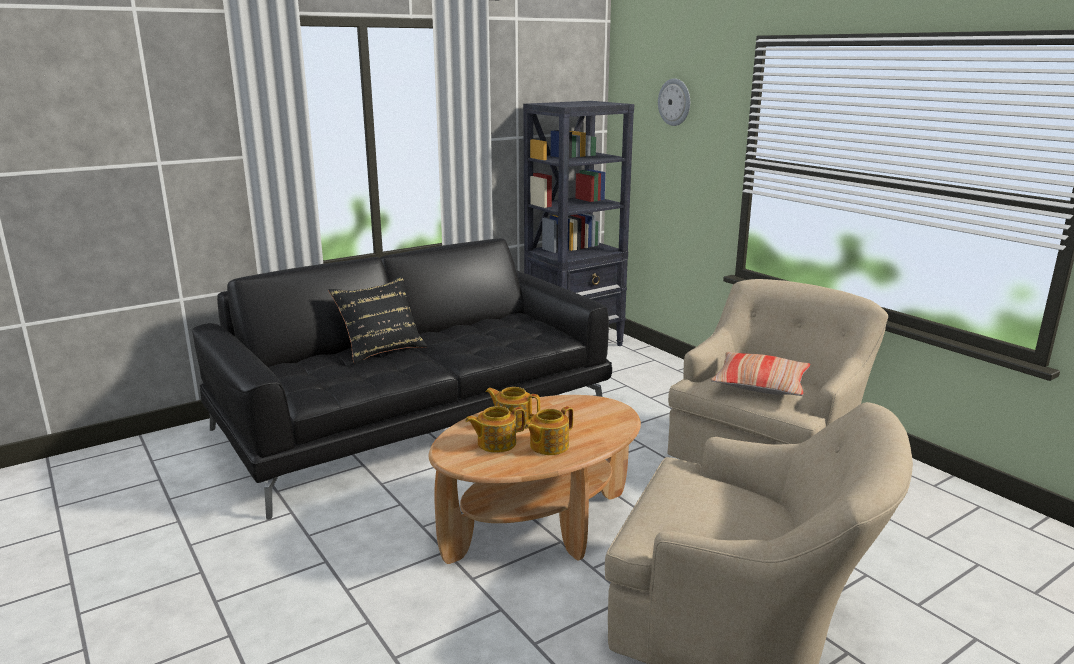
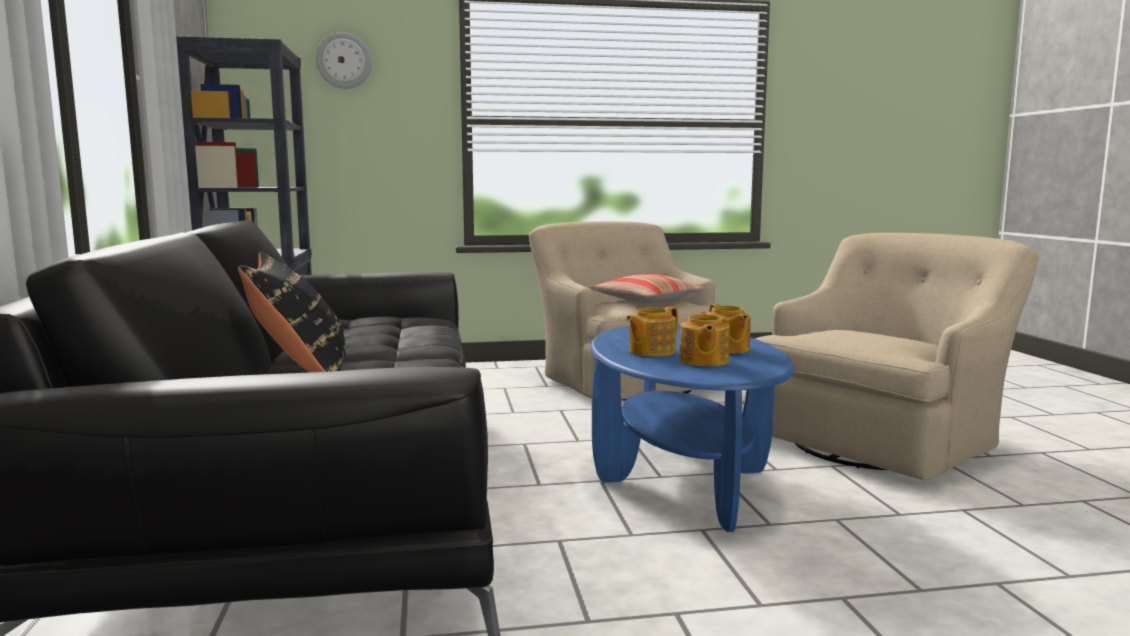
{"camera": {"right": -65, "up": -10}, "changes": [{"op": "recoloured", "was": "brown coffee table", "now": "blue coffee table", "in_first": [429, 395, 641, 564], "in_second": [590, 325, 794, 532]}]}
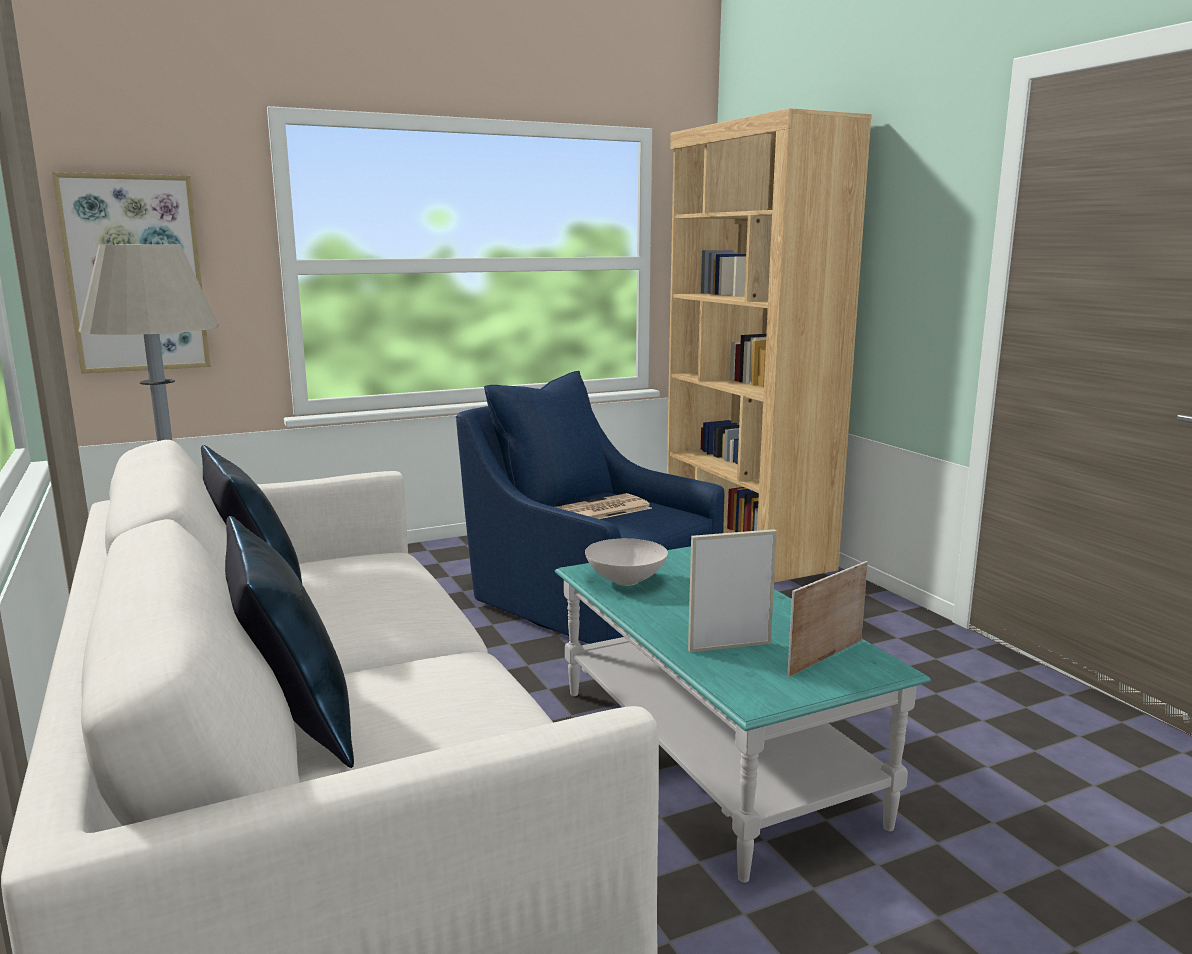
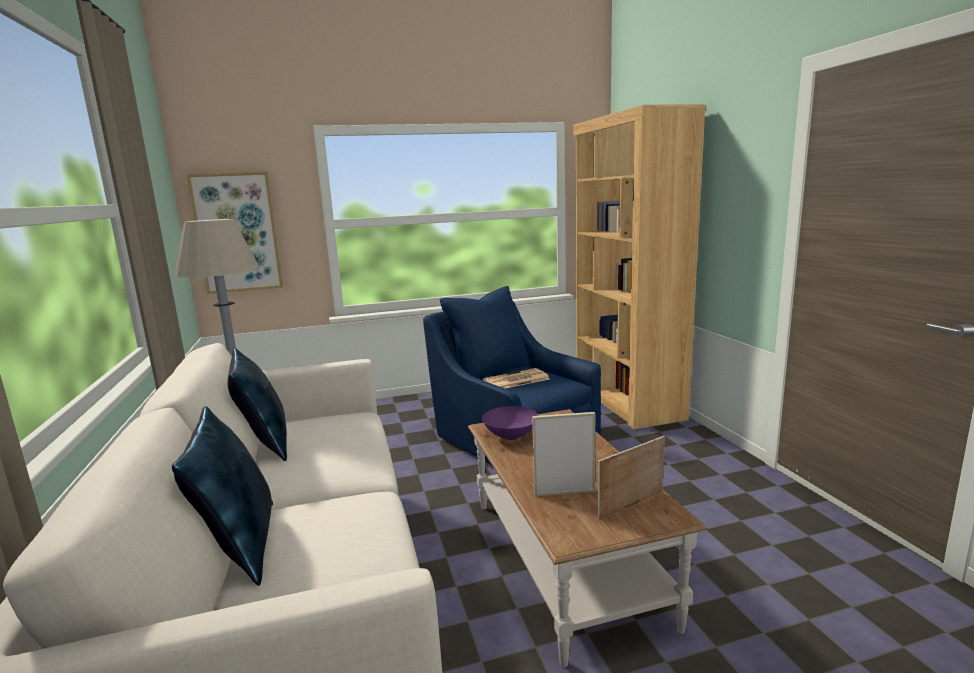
{"camera": {"right": 10, "up": 0}, "changes": [{"op": "recoloured", "was": "turquoise coffee table", "now": "brown coffee table", "in_first": [555, 546, 931, 883], "in_second": [468, 409, 708, 667]}, {"op": "recoloured", "was": "white bowl", "now": "purple bowl", "in_first": [585, 538, 668, 586], "in_second": [482, 406, 539, 440]}]}
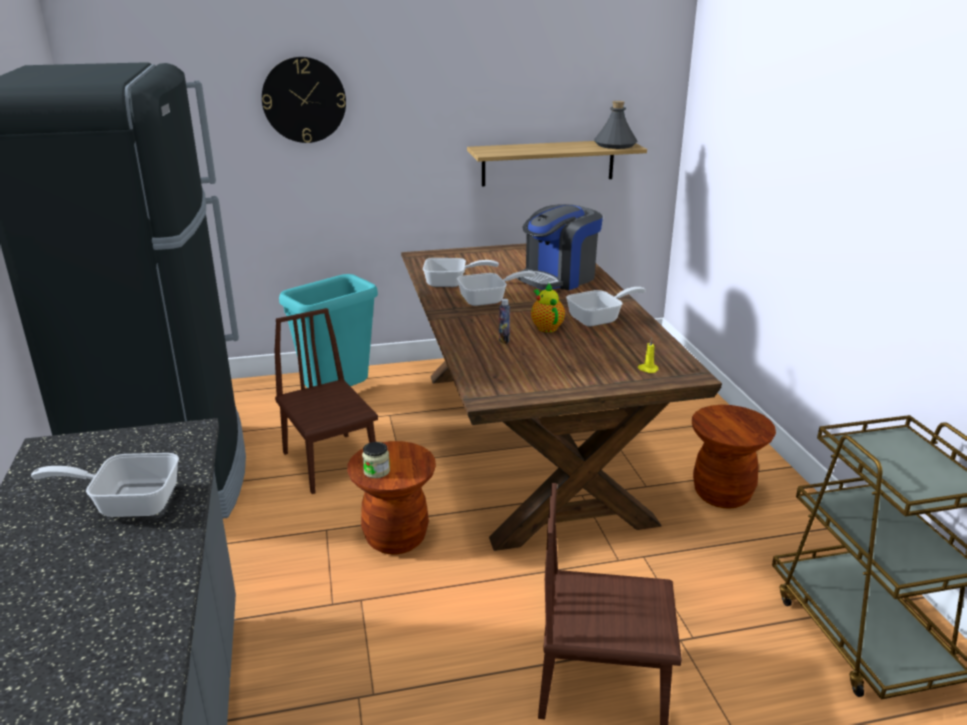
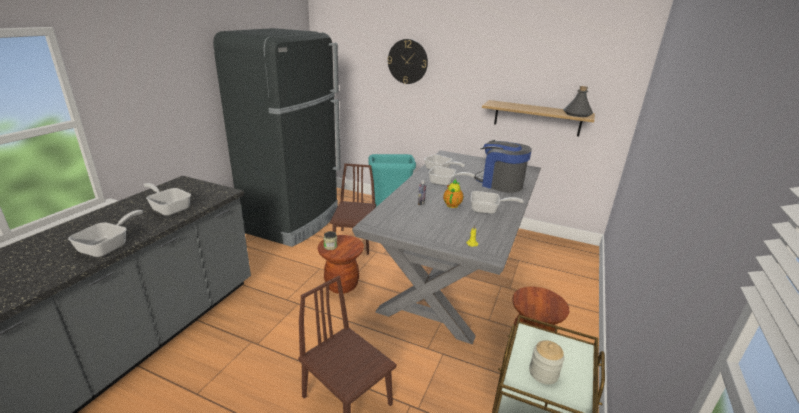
{"camera": {"right": 35, "up": 0}, "changes": [{"op": "added", "now": "frying pan", "in_second": [68, 210, 143, 257]}, {"op": "added", "now": "jar", "in_second": [529, 340, 565, 384]}, {"op": "recoloured", "was": "brown dining table", "now": "grey dining table", "in_first": [401, 243, 722, 551], "in_second": [352, 150, 541, 344]}, {"op": "turned", "was": "coffee machine", "in_first": [517, 204, 603, 290], "in_second": [474, 140, 532, 193], "clockwise": 45}]}
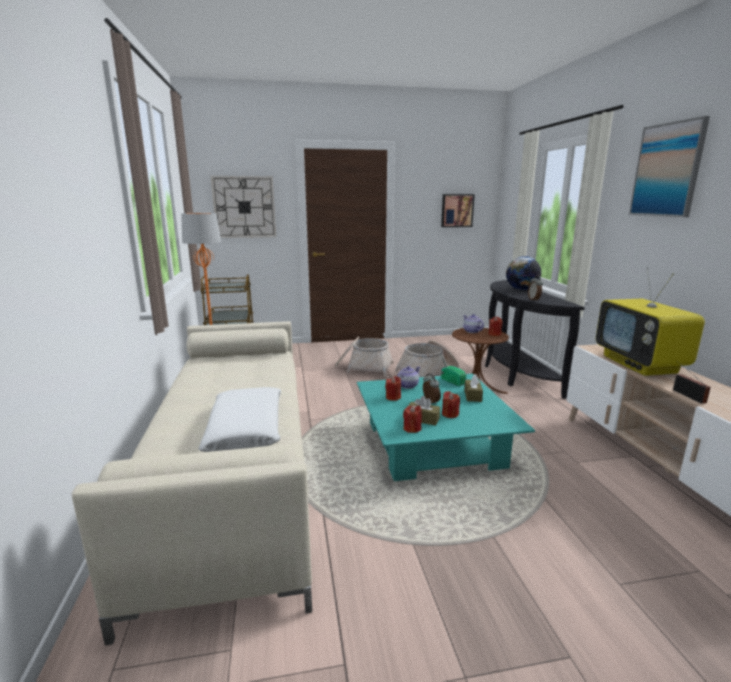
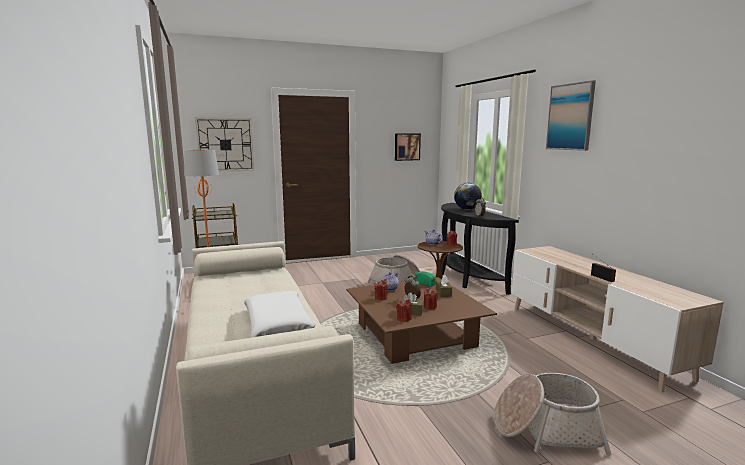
{"camera": {"right": -10, "up": -5}, "changes": [{"op": "removed", "was": "television", "in_first": [596, 267, 705, 376]}, {"op": "moved", "was": "basket", "in_first": [335, 337, 394, 376], "in_second": [494, 373, 612, 456]}, {"op": "recoloured", "was": "turquoise coffee table", "now": "brown coffee table", "in_first": [357, 374, 535, 481], "in_second": [346, 277, 497, 364]}]}
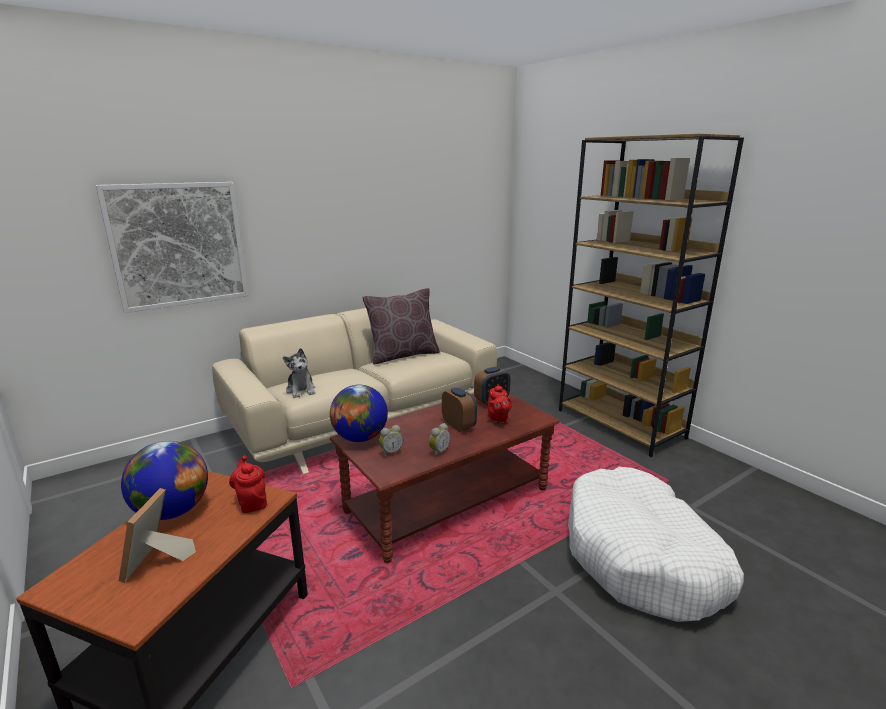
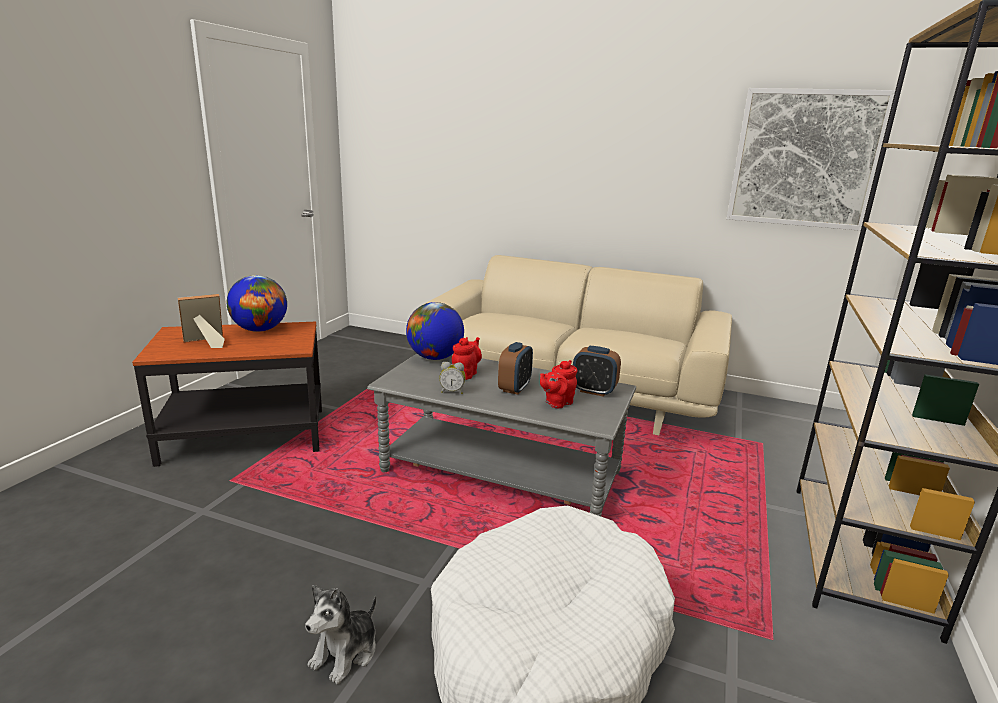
{"camera": {"right": 55, "up": 0}, "changes": [{"op": "removed", "was": "brown pillow", "in_first": [362, 288, 440, 365]}, {"op": "removed", "was": "alarm clock", "in_first": [379, 425, 403, 457]}, {"op": "moved", "was": "picture", "in_first": [96, 182, 248, 313], "in_second": [727, 88, 895, 231]}, {"op": "moved", "was": "red teapot", "in_first": [229, 456, 267, 513], "in_second": [452, 337, 482, 380]}, {"op": "moved", "was": "plush toy", "in_first": [283, 348, 316, 398], "in_second": [305, 585, 376, 684]}, {"op": "recoloured", "was": "brown coffee table", "now": "grey coffee table", "in_first": [330, 394, 560, 563], "in_second": [367, 353, 636, 517]}]}
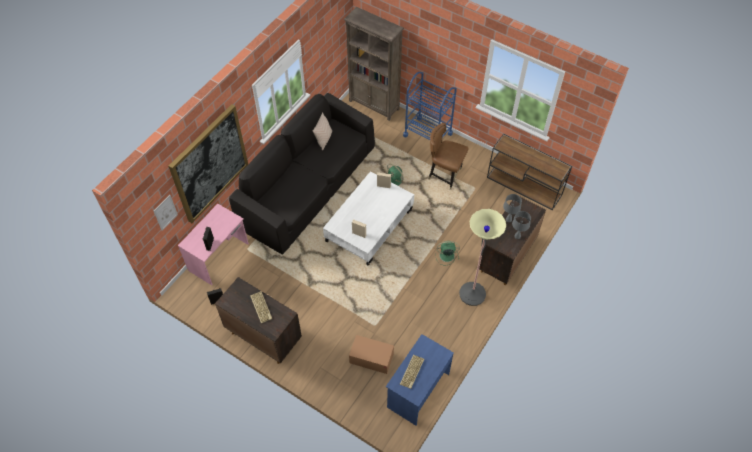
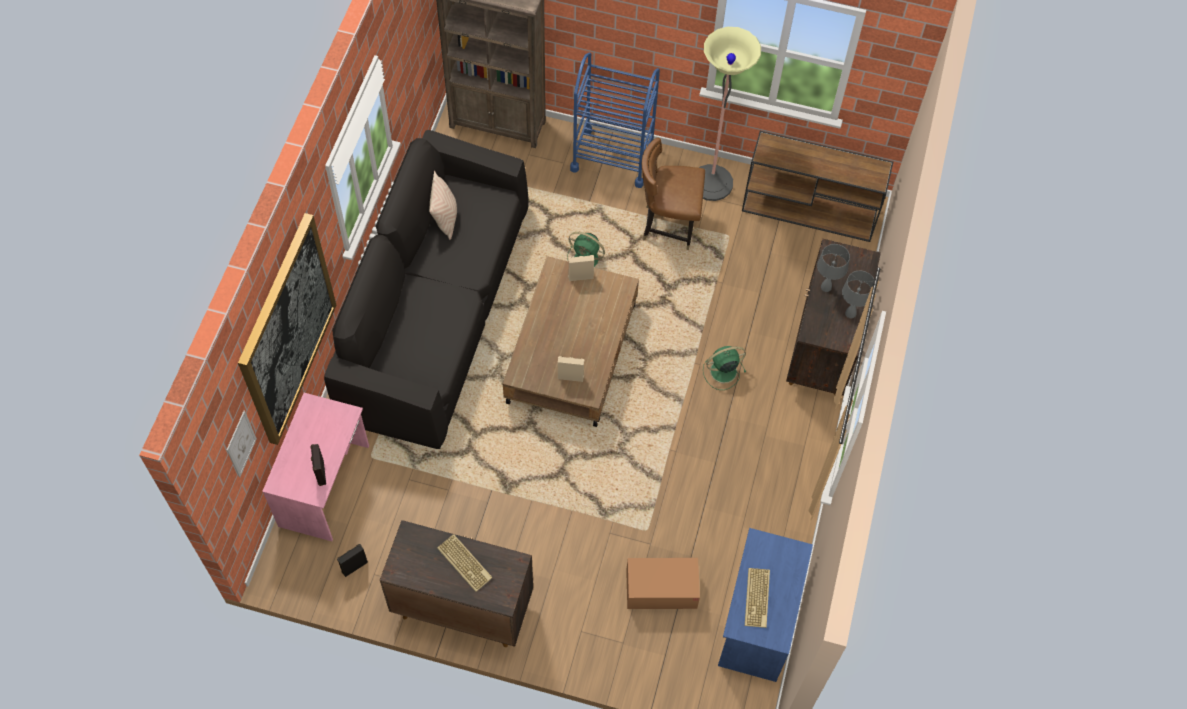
{"camera": {"right": -20, "up": 5}, "changes": [{"op": "moved", "was": "floor lamp", "in_first": [459, 209, 506, 306], "in_second": [699, 27, 761, 201]}, {"op": "recoloured", "was": "white coffee table", "now": "brown coffee table", "in_first": [323, 172, 414, 265], "in_second": [503, 256, 639, 427]}]}
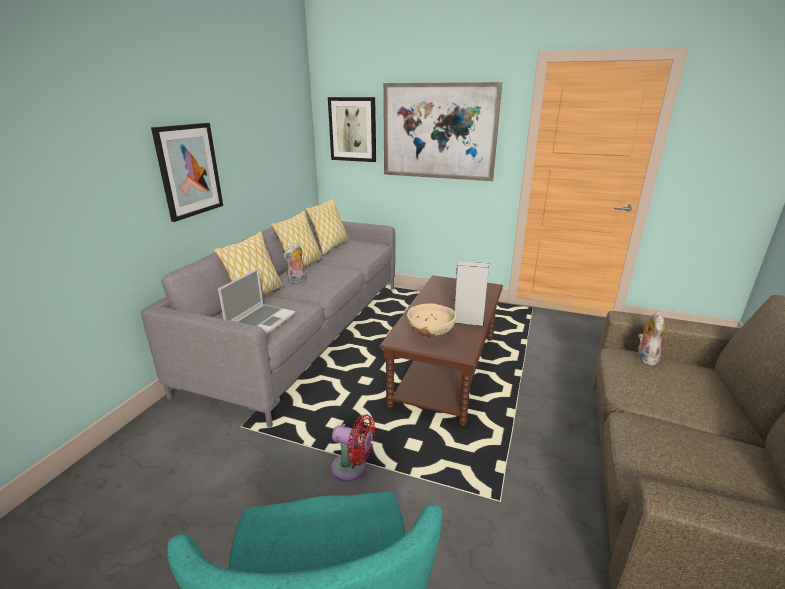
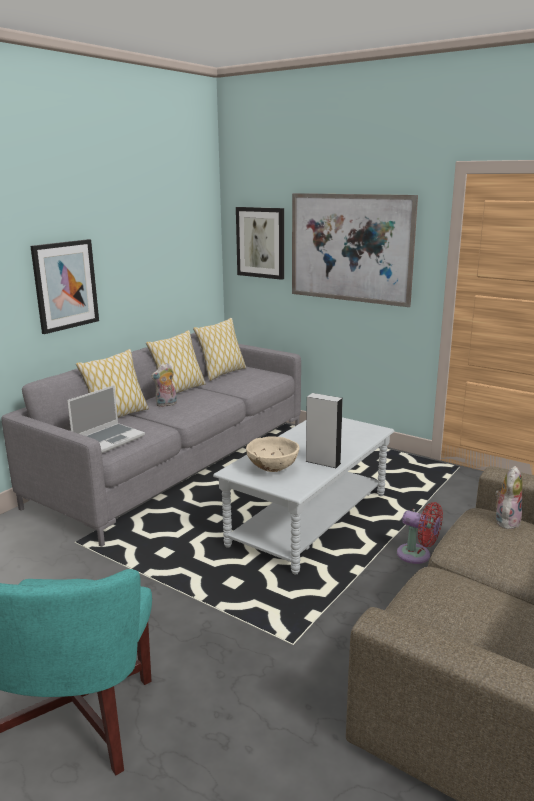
{"camera": {"right": 15, "up": -5}, "changes": [{"op": "moved", "was": "red fan", "in_first": [331, 415, 375, 482], "in_second": [397, 502, 443, 564]}, {"op": "recoloured", "was": "brown coffee table", "now": "grey coffee table", "in_first": [379, 275, 503, 426], "in_second": [213, 417, 394, 575]}]}
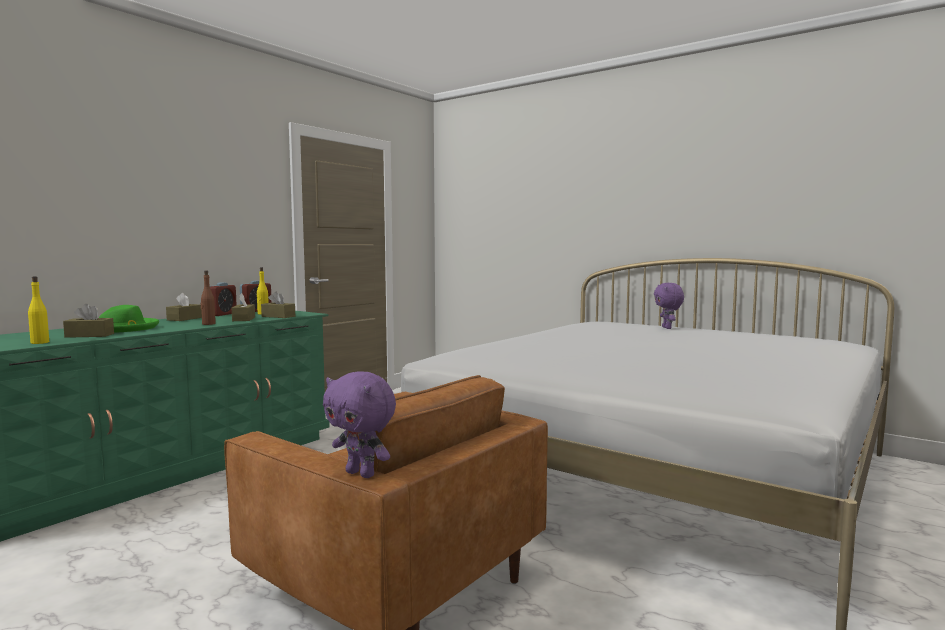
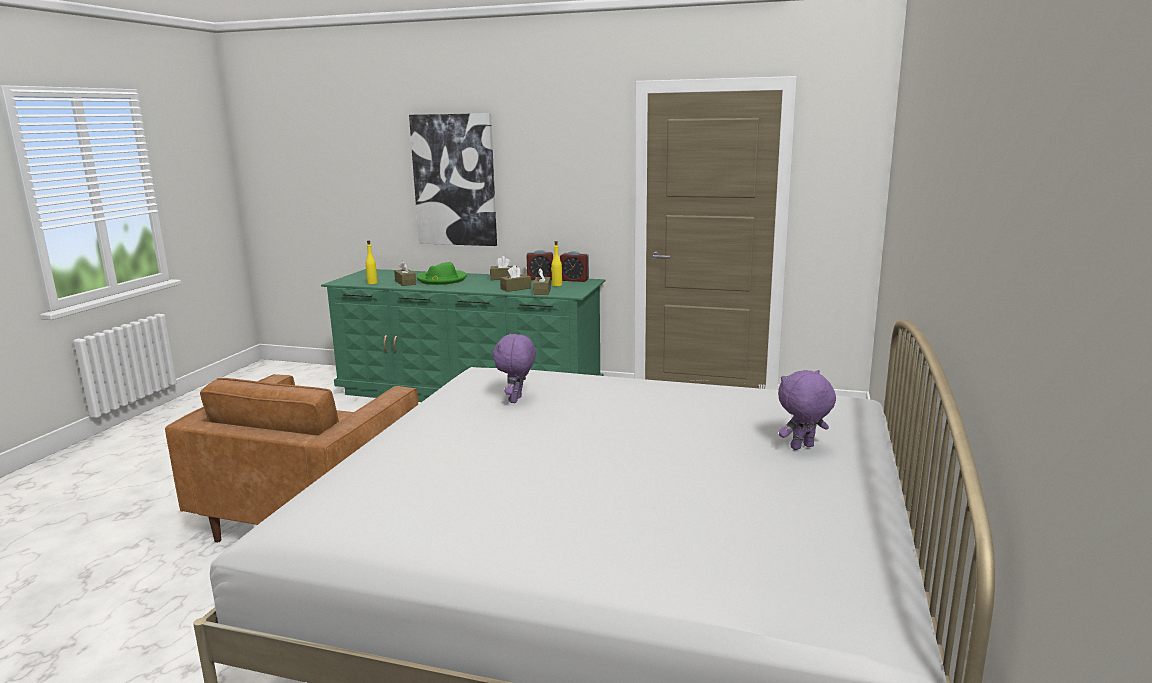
{"camera": {"right": 70, "up": 10}, "changes": [{"op": "removed", "was": "brown bottle", "in_first": [201, 270, 216, 325]}, {"op": "added", "now": "picture", "in_second": [409, 113, 497, 246]}, {"op": "moved", "was": "purple plush toy", "in_first": [323, 371, 396, 478], "in_second": [493, 333, 536, 403]}]}
